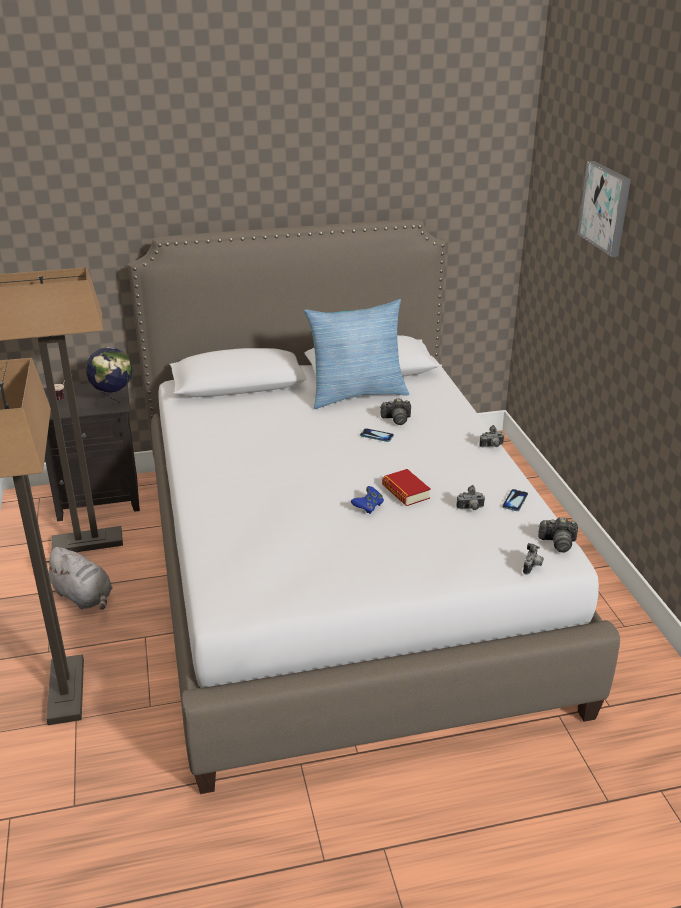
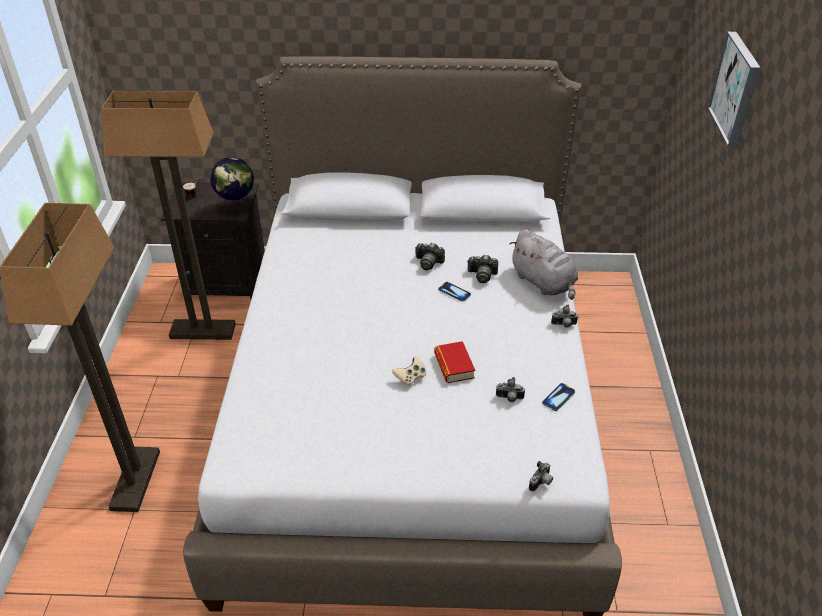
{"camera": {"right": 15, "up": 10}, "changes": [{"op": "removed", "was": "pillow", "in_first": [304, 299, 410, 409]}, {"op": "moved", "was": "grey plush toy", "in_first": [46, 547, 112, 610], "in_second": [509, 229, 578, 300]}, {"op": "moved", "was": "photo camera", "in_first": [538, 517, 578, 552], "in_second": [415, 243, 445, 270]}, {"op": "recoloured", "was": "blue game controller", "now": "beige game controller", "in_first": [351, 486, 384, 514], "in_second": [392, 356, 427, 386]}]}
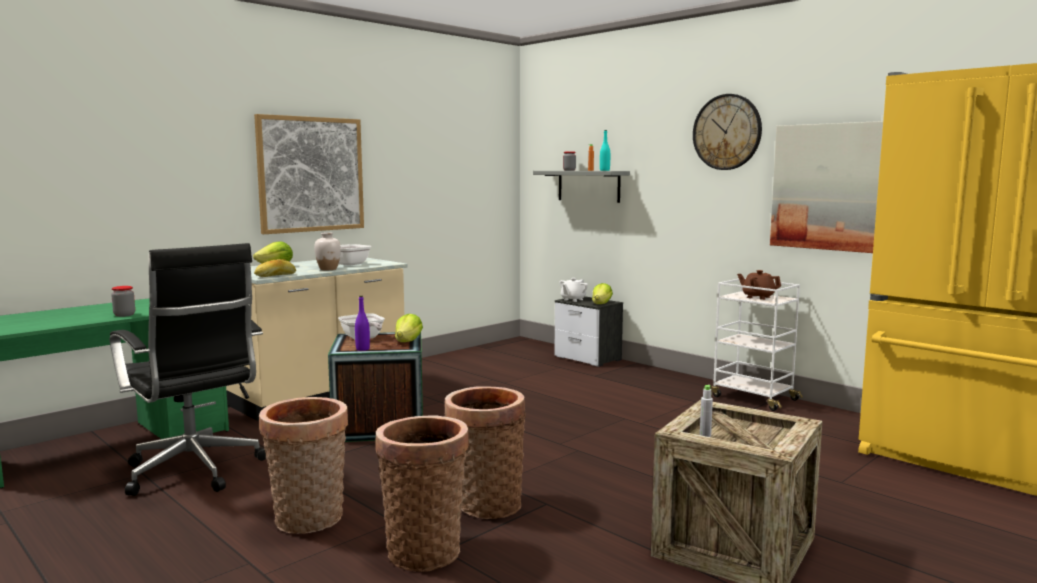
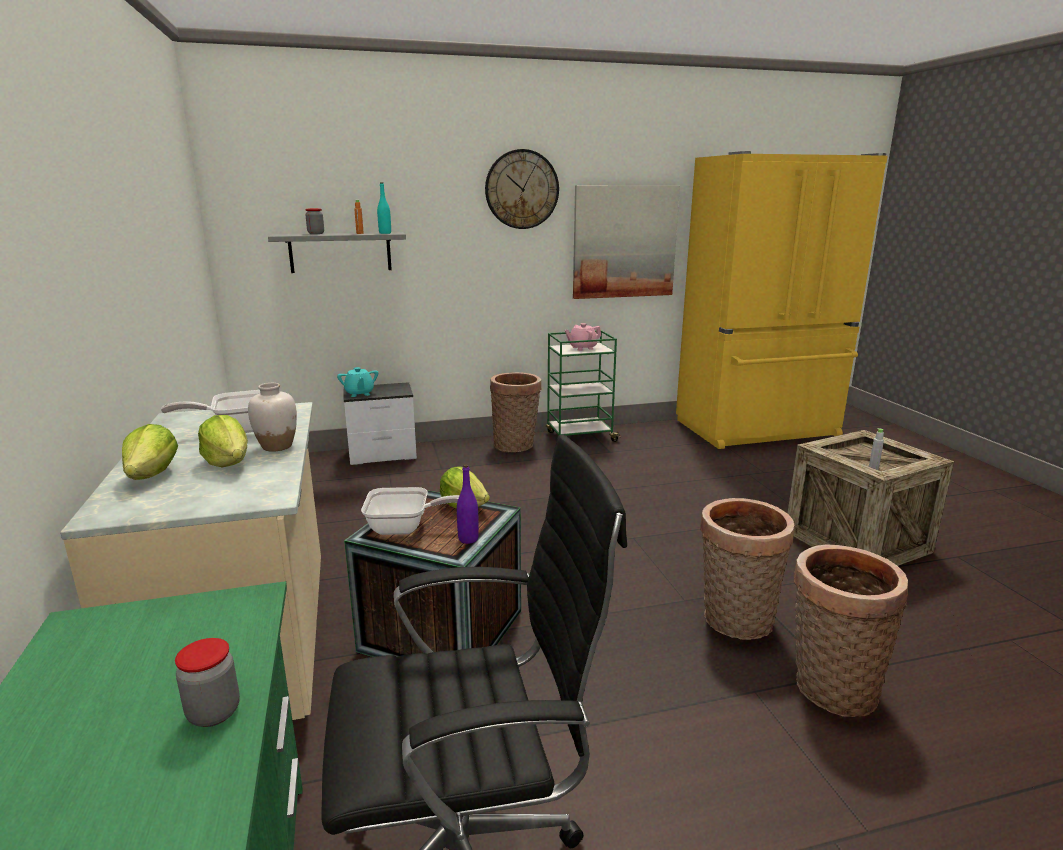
{"camera": {"right": -60, "up": 10}, "changes": [{"op": "removed", "was": "picture", "in_first": [254, 114, 364, 234]}, {"op": "removed", "was": "bread", "in_first": [254, 259, 296, 277]}, {"op": "moved", "was": "basket", "in_first": [259, 397, 348, 534], "in_second": [490, 372, 541, 452]}, {"op": "moved", "was": "lettuce", "in_first": [592, 283, 613, 304], "in_second": [198, 415, 248, 467]}, {"op": "recoloured", "was": "white teapot", "now": "turquoise teapot", "in_first": [559, 278, 588, 302], "in_second": [337, 367, 378, 397]}, {"op": "recoloured", "was": "white cart", "now": "green cart", "in_first": [711, 278, 803, 411], "in_second": [546, 330, 621, 442]}, {"op": "recoloured", "was": "brown teapot", "now": "pink teapot", "in_first": [737, 270, 781, 300], "in_second": [565, 323, 602, 351]}]}
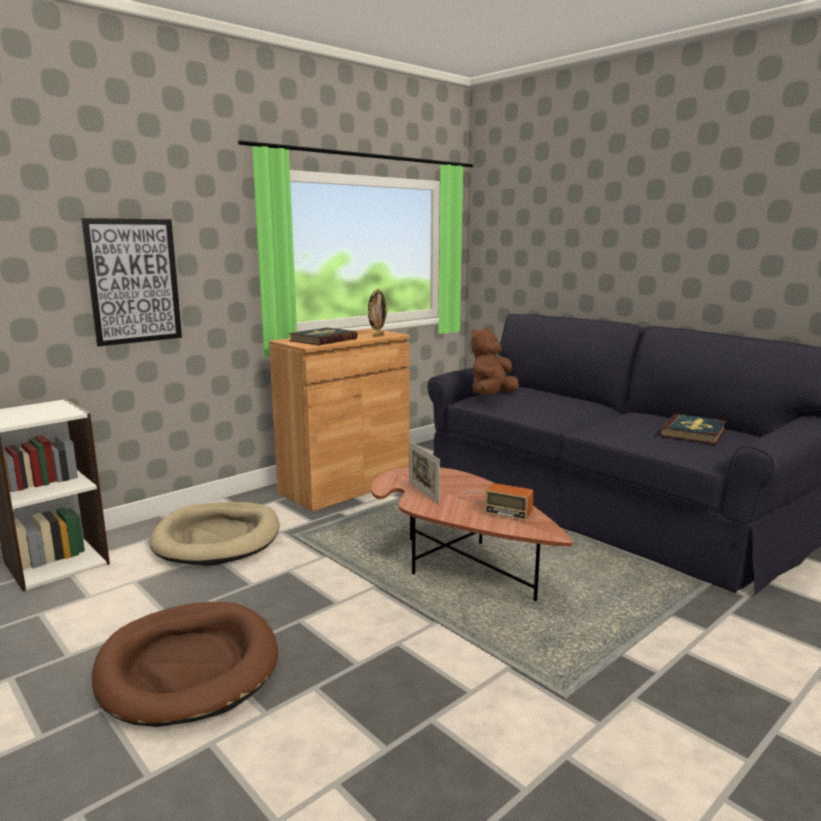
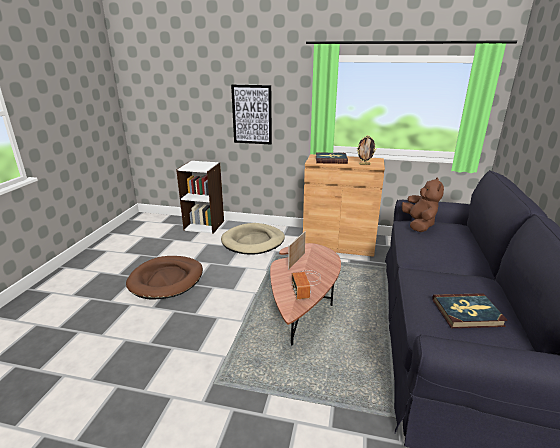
{"camera": {"right": 55, "up": 10}, "changes": [{"op": "turned", "was": "brown plush toy", "in_first": [471, 328, 519, 395], "in_second": [402, 177, 444, 232], "clockwise": 90}]}
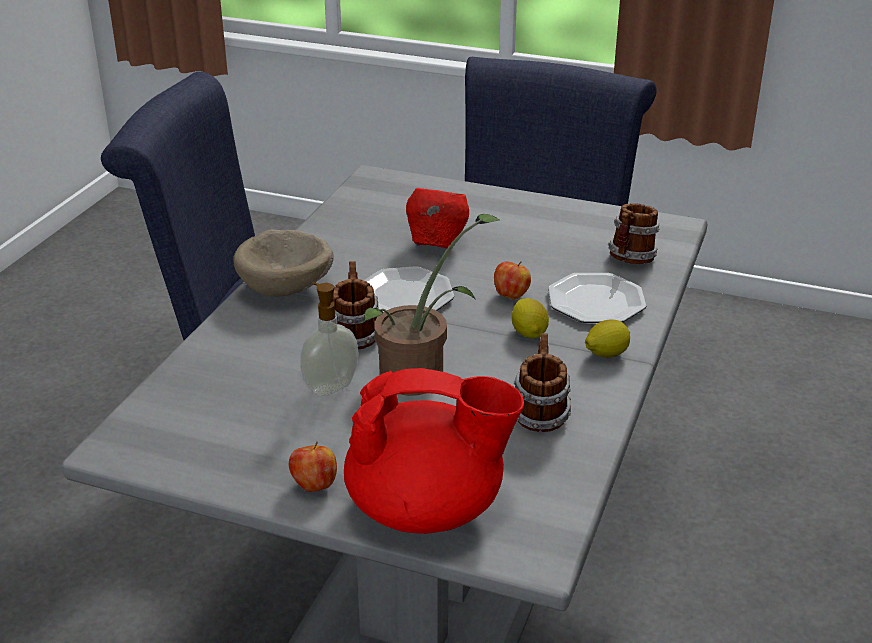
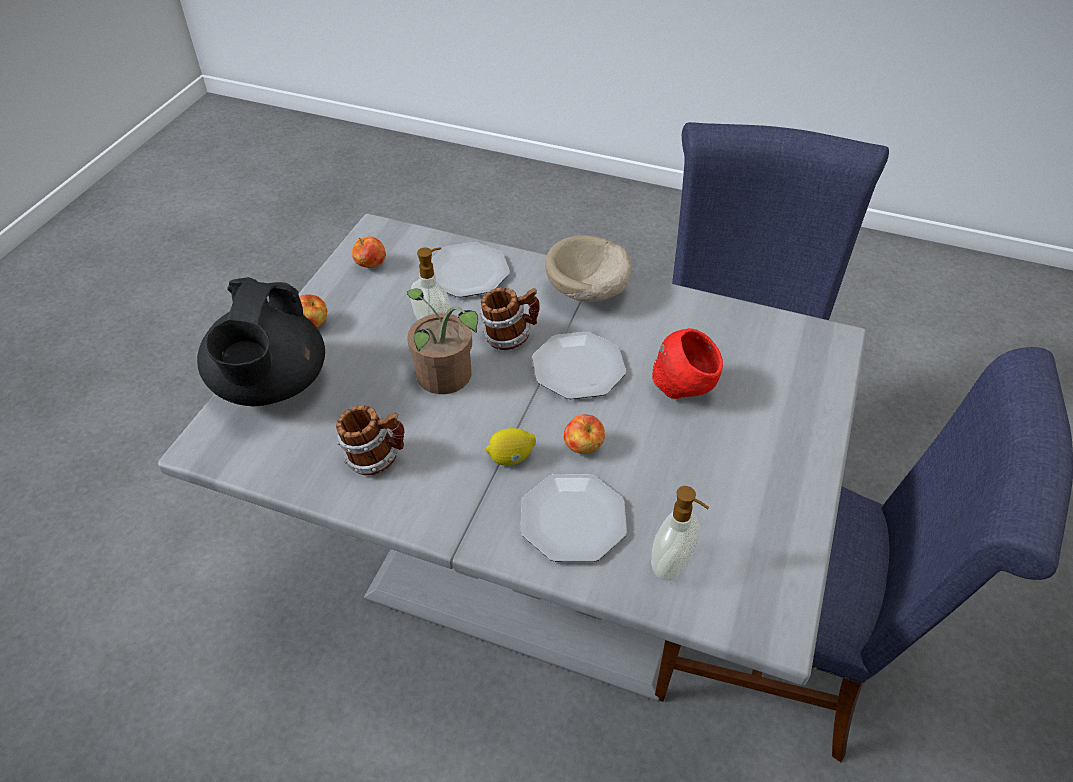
{"camera": {"right": 90, "up": 15}, "changes": [{"op": "removed", "was": "lemon", "in_first": [585, 319, 630, 358]}, {"op": "added", "now": "apple", "in_second": [352, 236, 386, 268]}, {"op": "added", "now": "plate", "in_second": [431, 242, 510, 297]}, {"op": "replaced", "was": "mug", "now": "soap dispenser", "in_first": [608, 203, 659, 264], "in_second": [651, 486, 709, 581]}, {"op": "recoloured", "was": "red teapot", "now": "black teapot", "in_first": [344, 368, 524, 534], "in_second": [197, 277, 325, 406]}]}
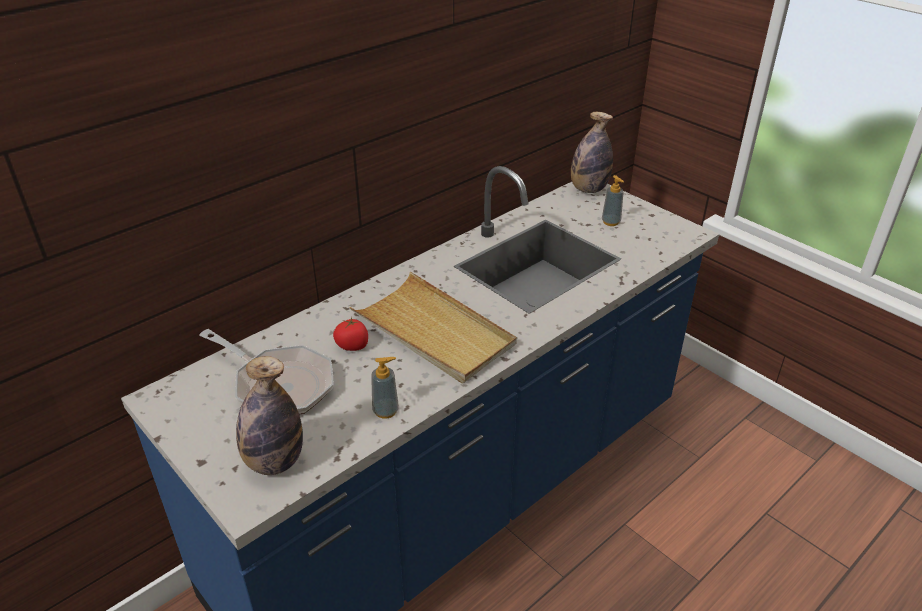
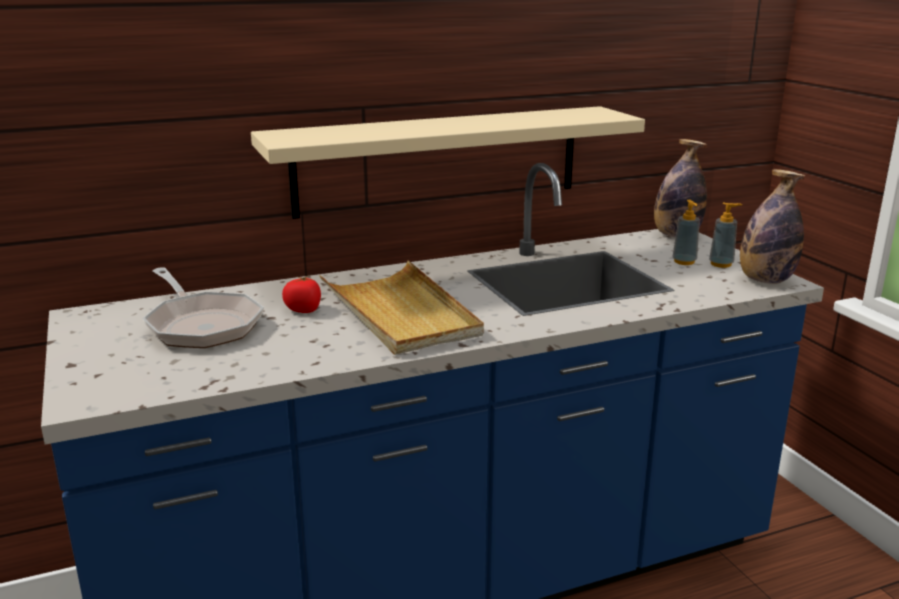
{"camera": {"right": 20, "up": -15}, "changes": [{"op": "added", "now": "beige shelf", "in_second": [251, 106, 645, 219]}, {"op": "moved", "was": "bottle", "in_first": [236, 356, 303, 475], "in_second": [740, 169, 805, 284]}, {"op": "moved", "was": "soap dispenser", "in_first": [371, 357, 399, 419], "in_second": [709, 203, 742, 268]}]}
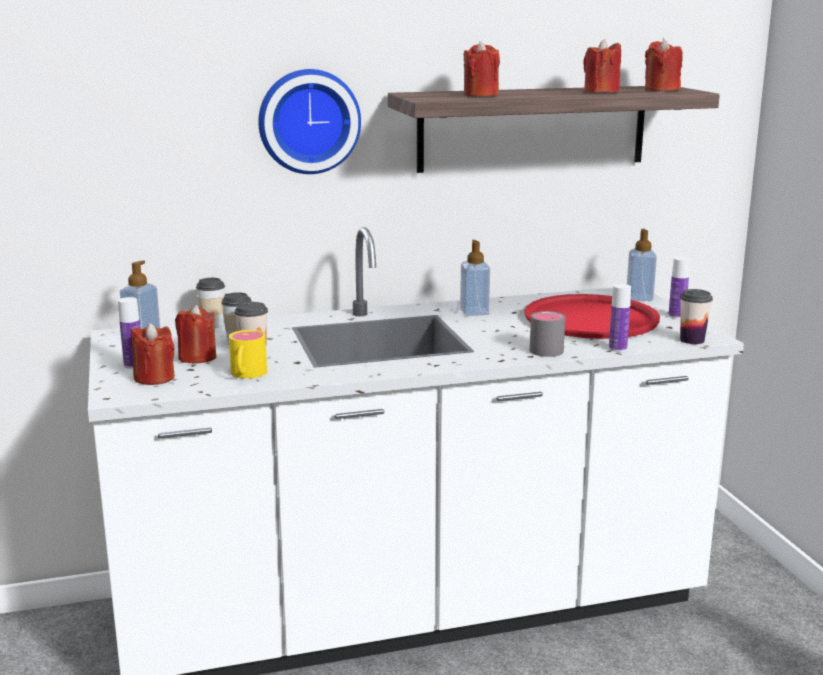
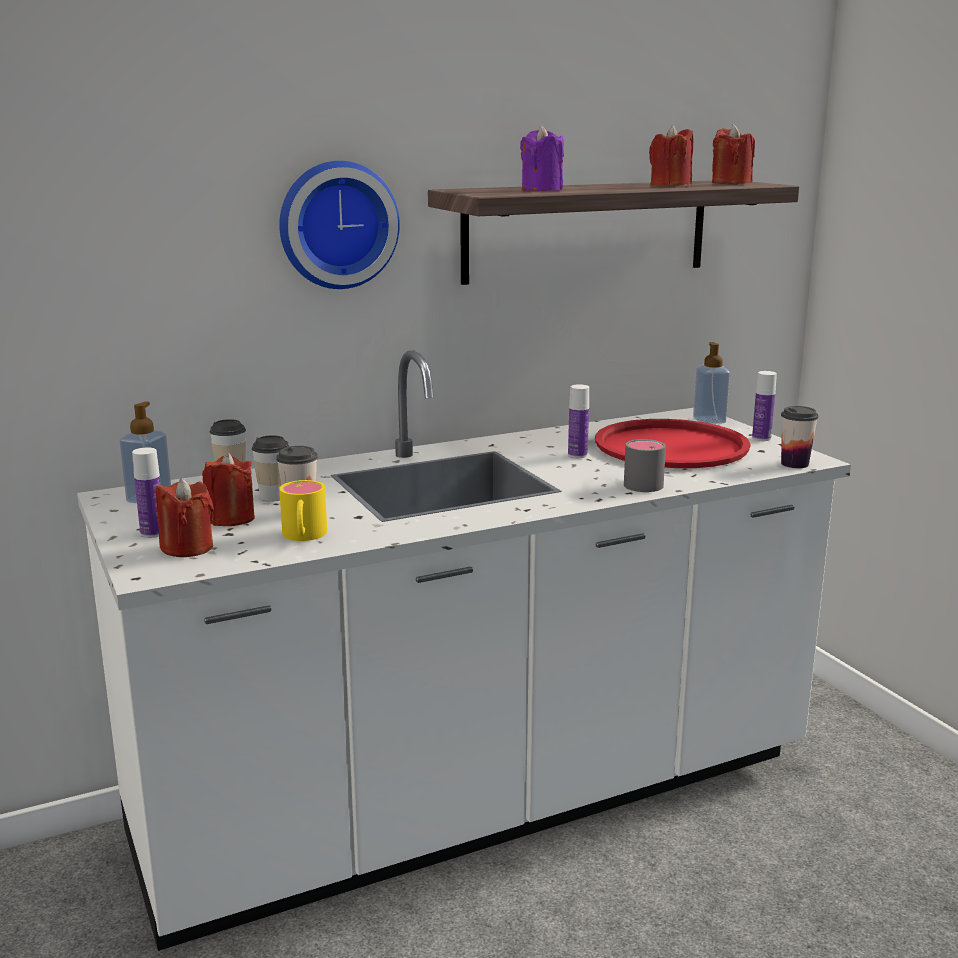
{"camera": {"right": -10, "up": 0}, "changes": [{"op": "removed", "was": "soap dispenser", "in_first": [460, 240, 490, 316]}, {"op": "moved", "was": "bottle", "in_first": [609, 284, 631, 352], "in_second": [568, 384, 589, 458]}, {"op": "recoloured", "was": "red candle", "now": "purple candle", "in_first": [463, 41, 500, 97], "in_second": [520, 125, 564, 191]}]}
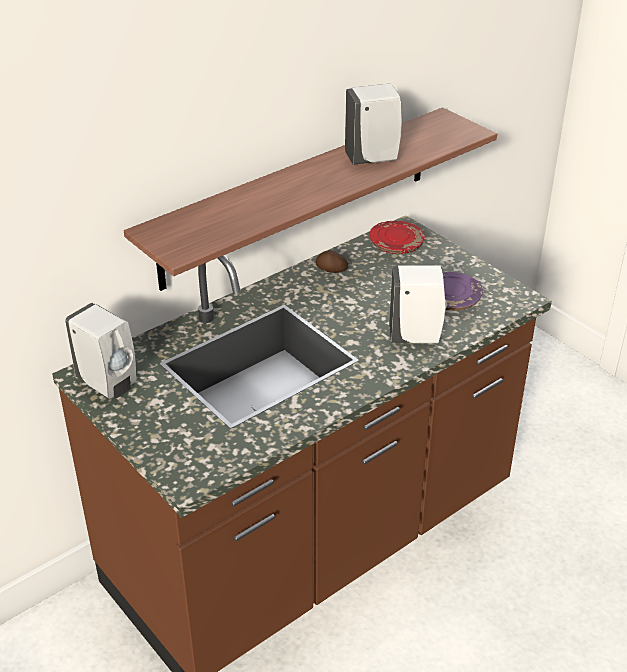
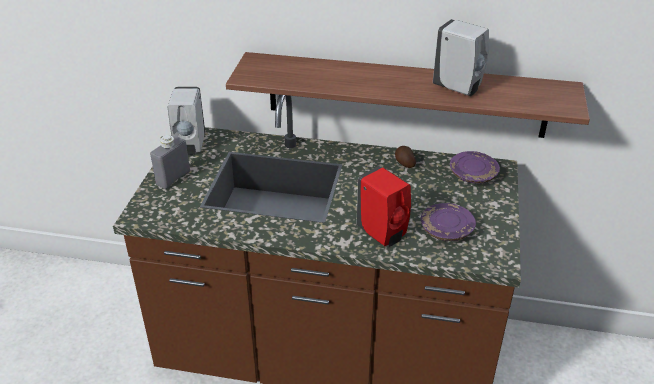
{"camera": {"right": 50, "up": 0}, "changes": [{"op": "added", "now": "grey bottle", "in_second": [150, 135, 190, 189]}, {"op": "recoloured", "was": "red plate", "now": "purple plate", "in_first": [370, 221, 425, 254], "in_second": [450, 151, 500, 184]}, {"op": "recoloured", "was": "white soap dispenser", "now": "red soap dispenser", "in_first": [389, 265, 447, 343], "in_second": [357, 166, 411, 247]}]}
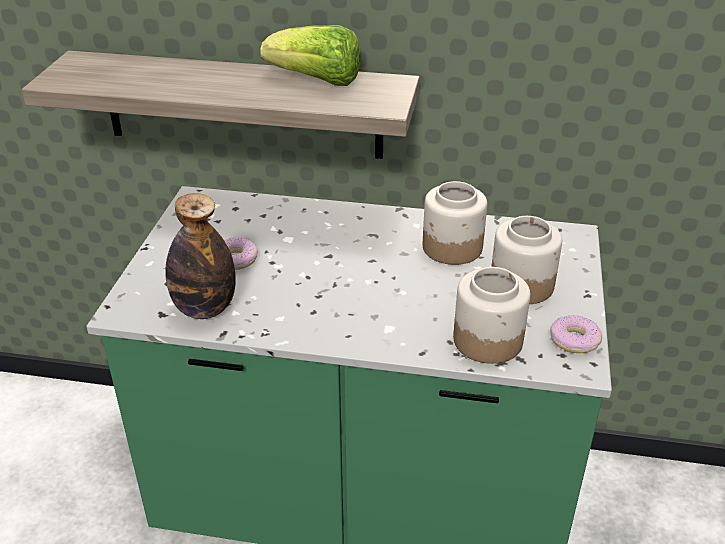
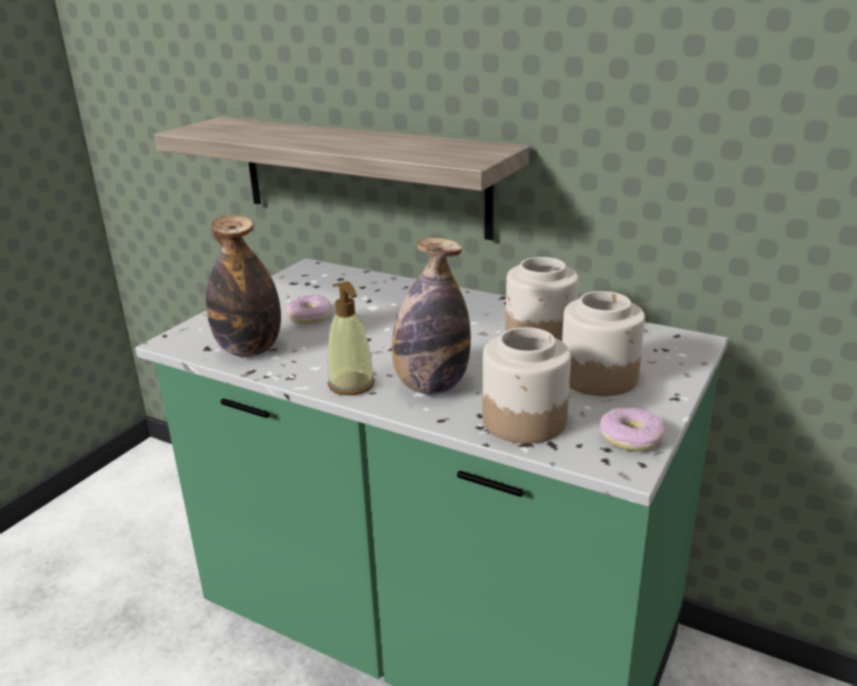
{"camera": {"right": 20, "up": -10}, "changes": [{"op": "removed", "was": "lettuce", "in_first": [260, 25, 361, 86]}, {"op": "added", "now": "soap dispenser", "in_second": [328, 281, 375, 395]}, {"op": "added", "now": "bottle", "in_second": [392, 238, 471, 394]}]}
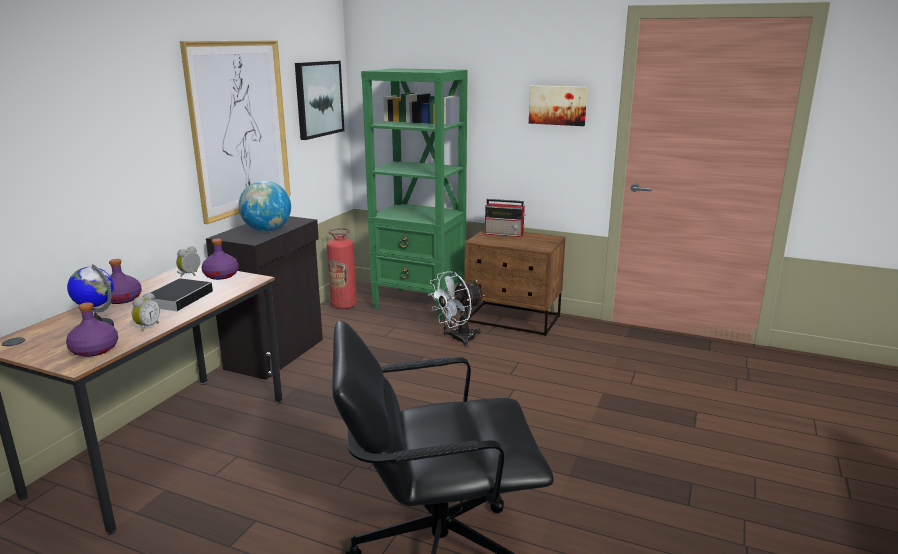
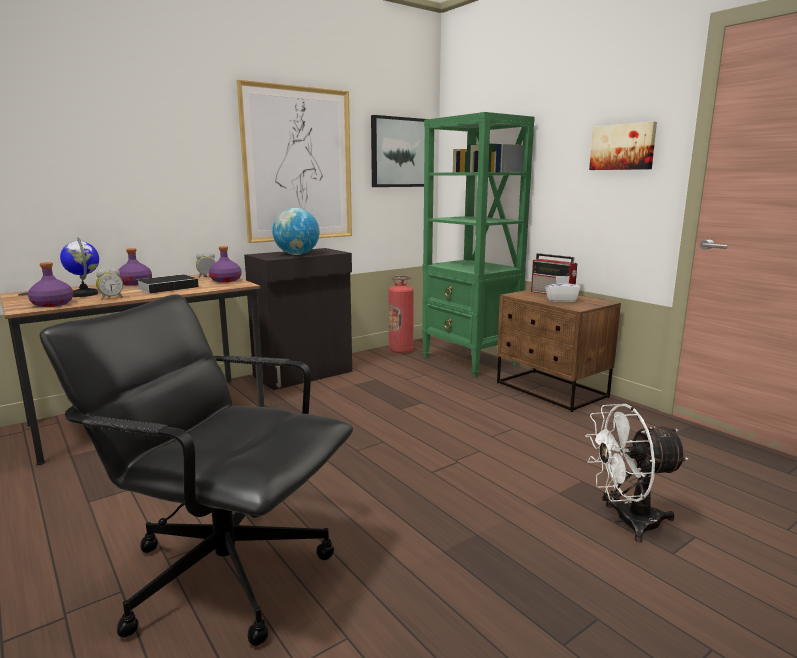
{"camera": {"right": 30, "up": -5}, "changes": [{"op": "added", "now": "white tissue box", "in_second": [545, 276, 581, 302]}, {"op": "moved", "was": "white fan", "in_first": [428, 271, 485, 347], "in_second": [585, 404, 688, 542]}]}
